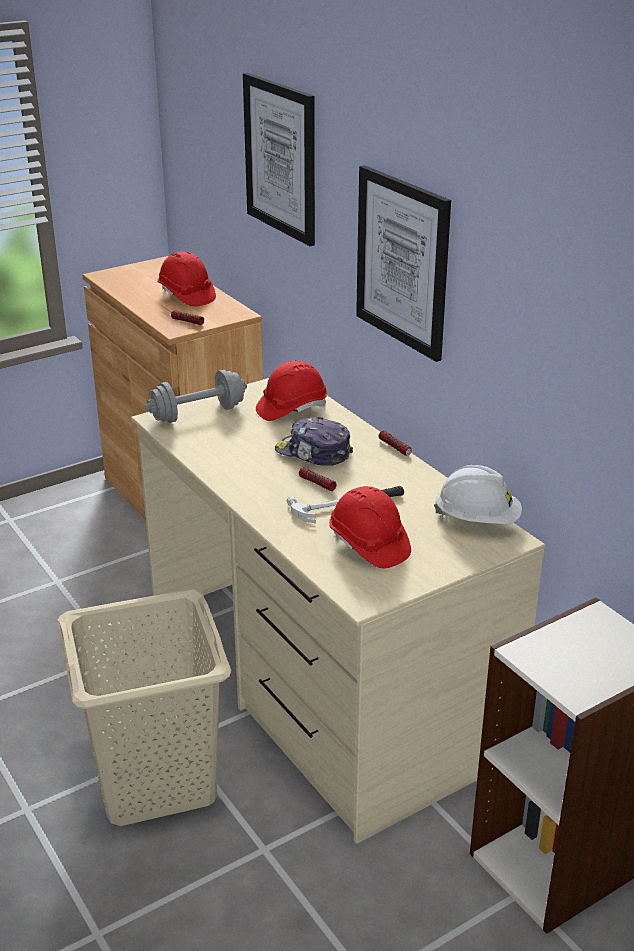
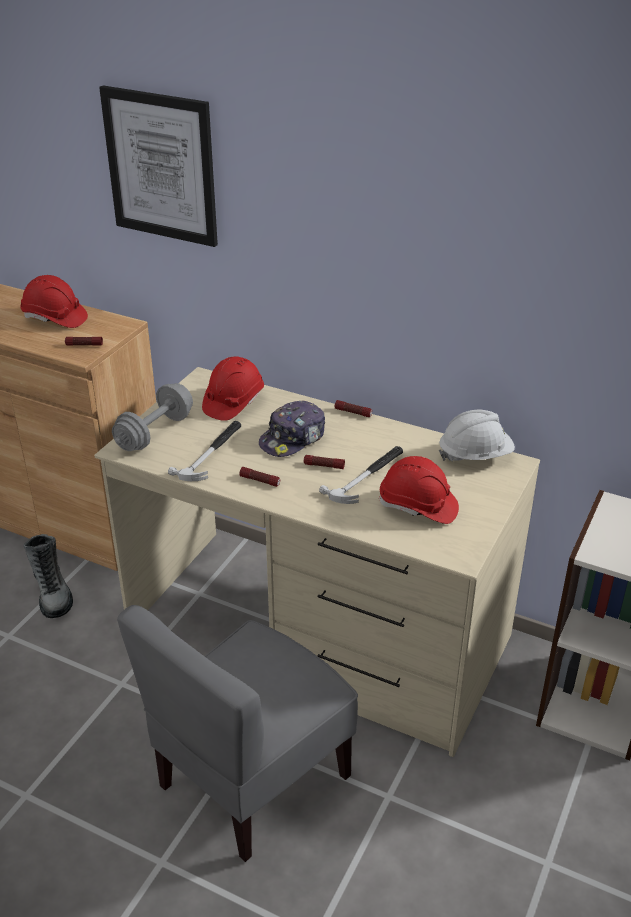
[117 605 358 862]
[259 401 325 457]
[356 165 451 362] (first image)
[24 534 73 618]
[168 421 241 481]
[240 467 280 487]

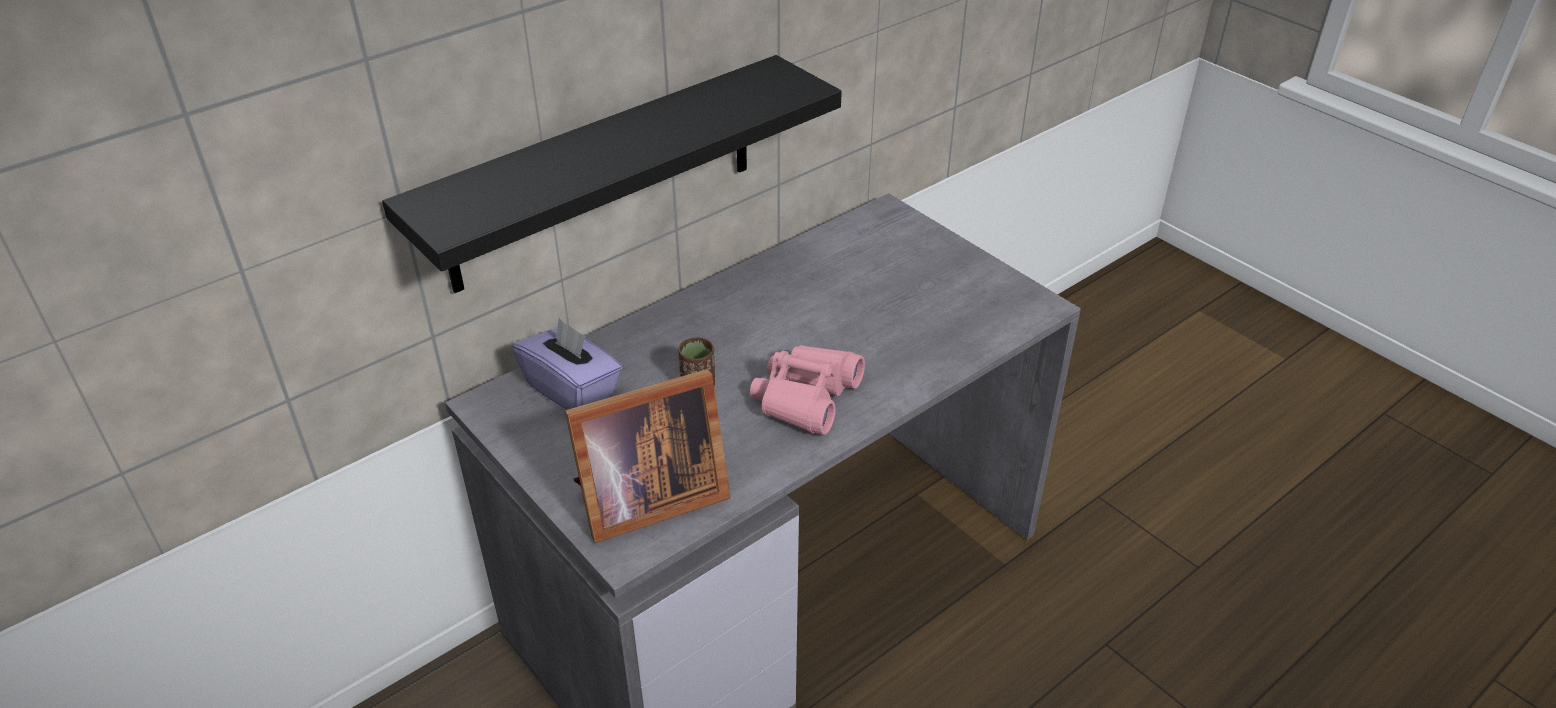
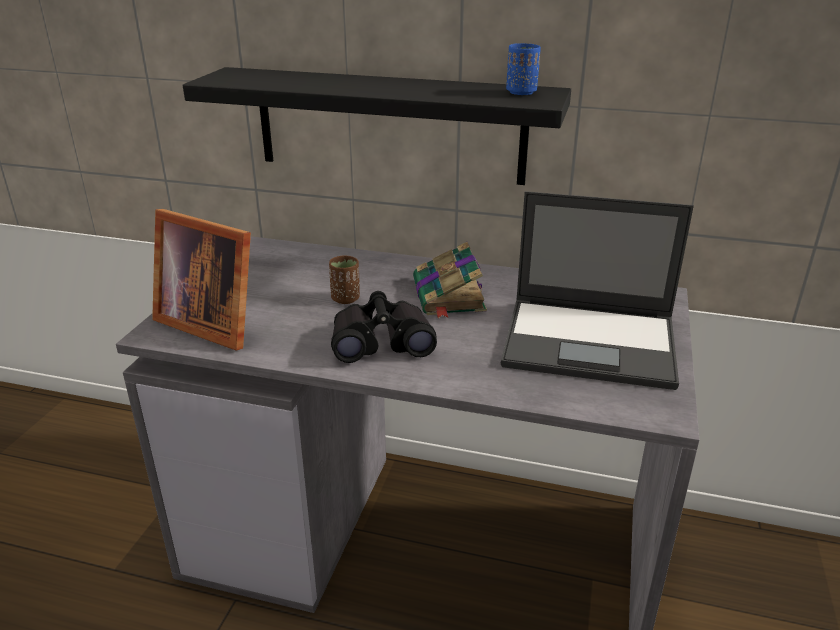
[512 318 622 410] (first image)
[331 291 437 363]
[413 242 487 318]
[501 191 694 390]
[506 43 541 95]

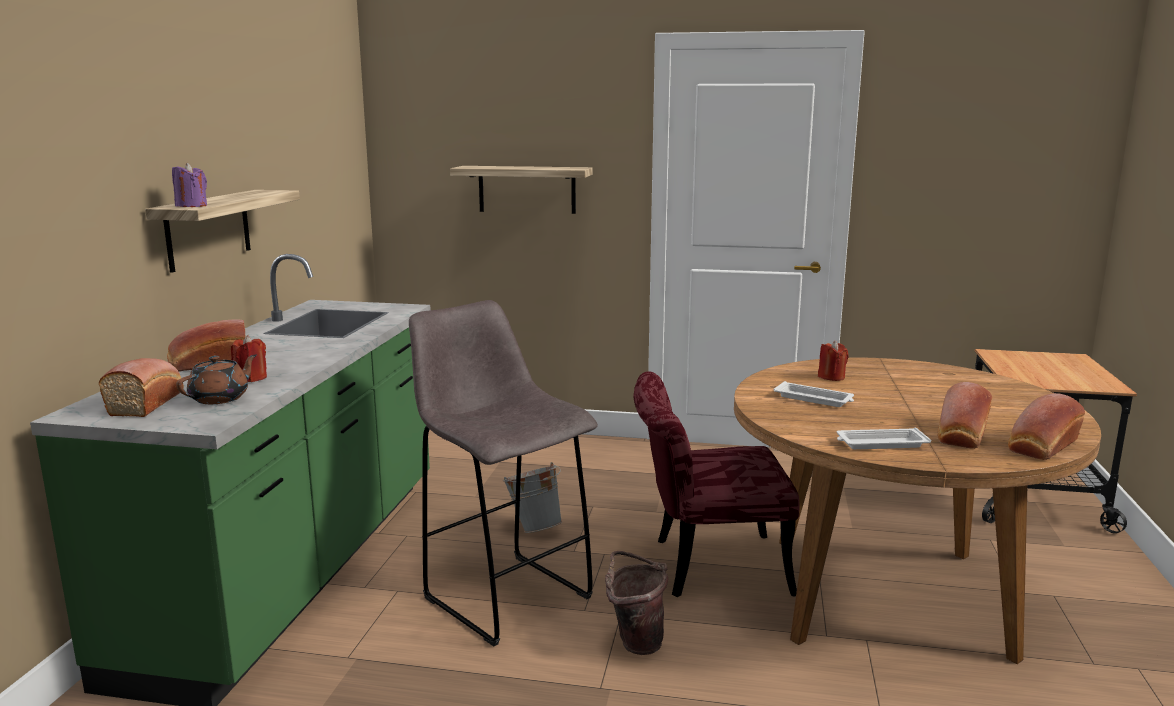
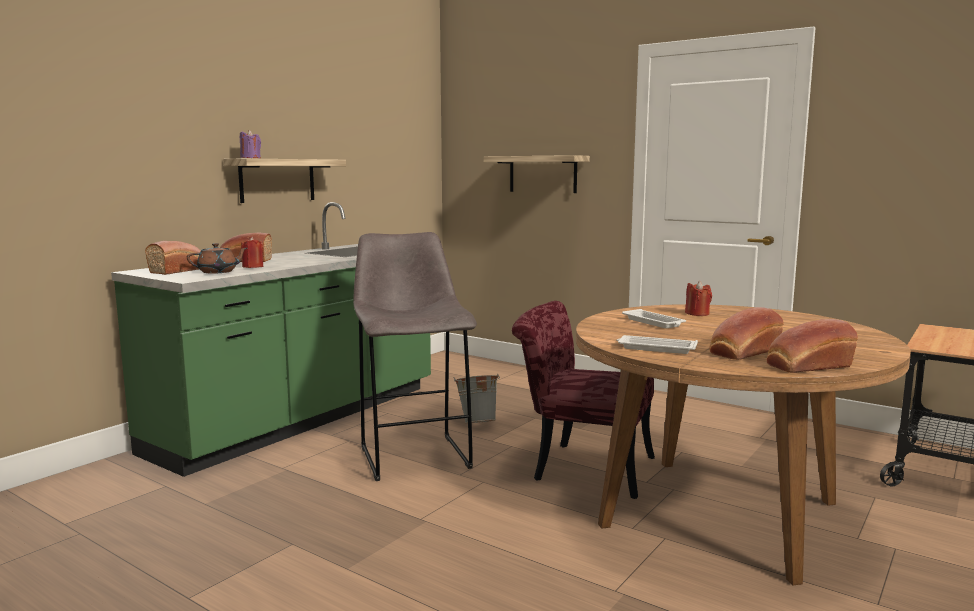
[605 551 668 655] (first image)

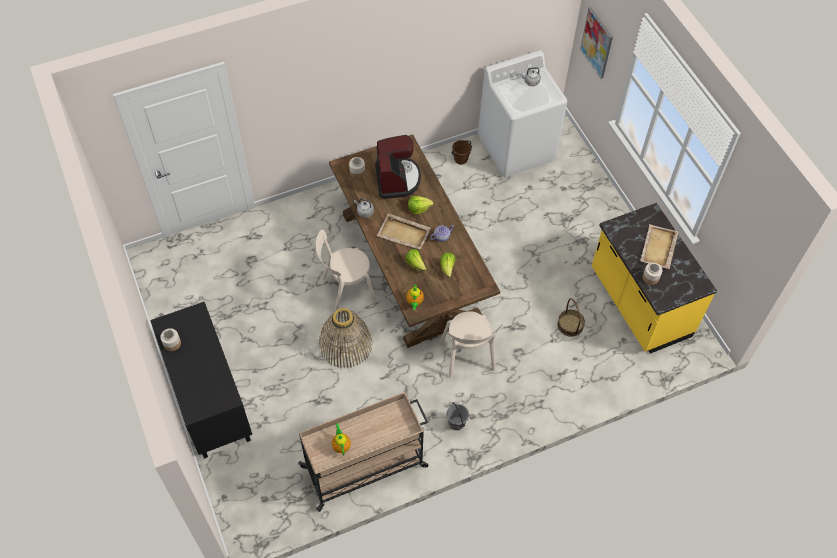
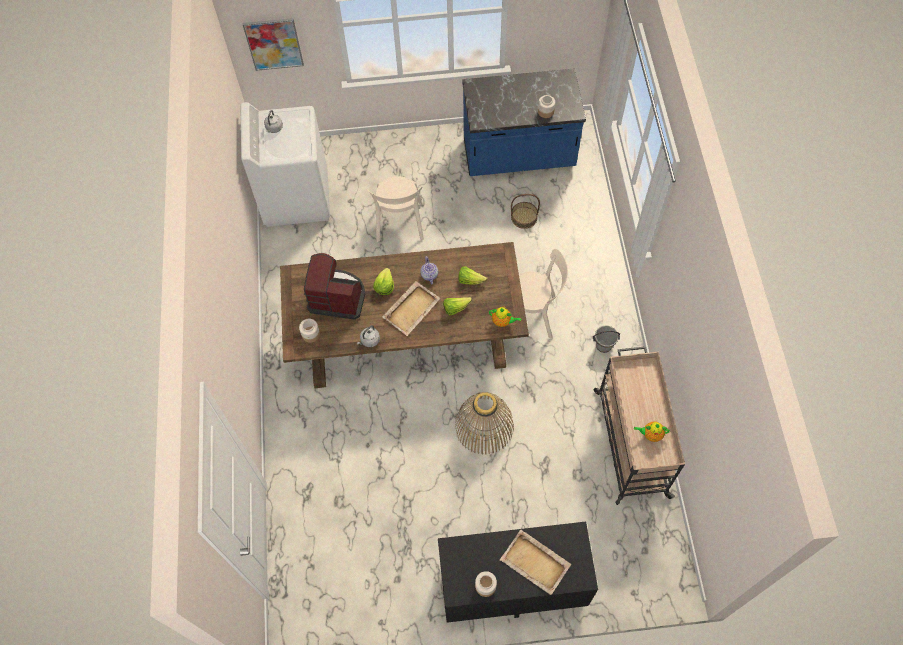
[366 176 424 242]
[451 140 472 165] (first image)
[462 69 586 176]
[500 530 571 595]

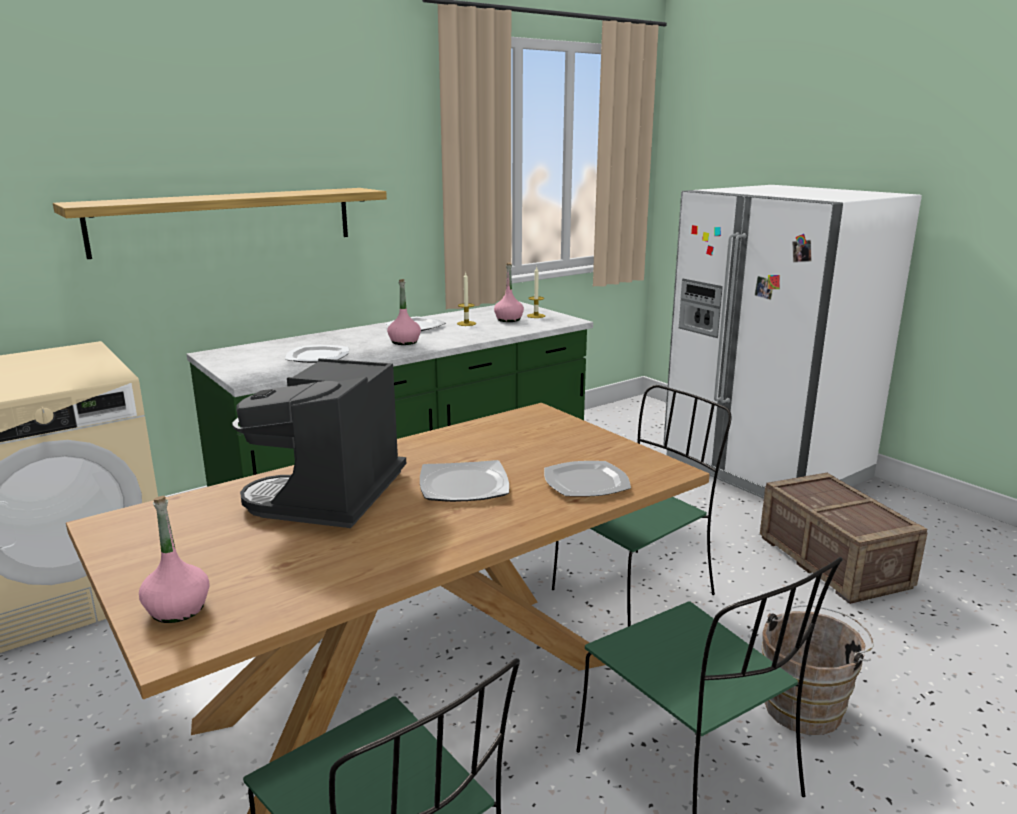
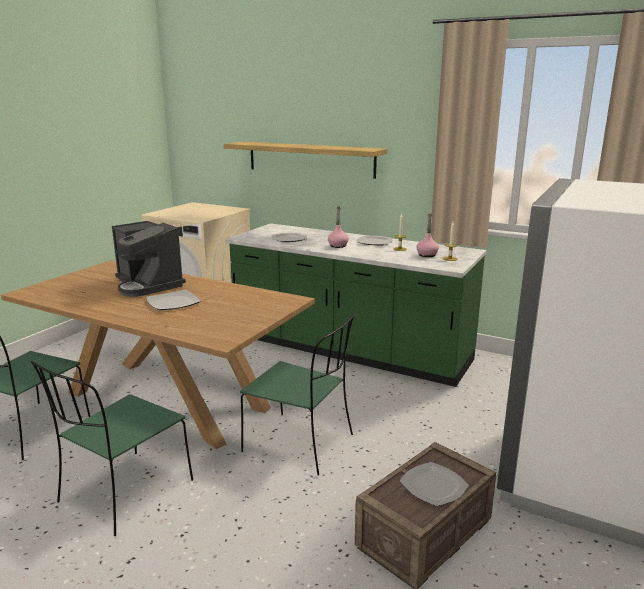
[139 496 210 623] (first image)
[112 221 186 297]
[400 462 469 506]
[762 605 873 735] (first image)

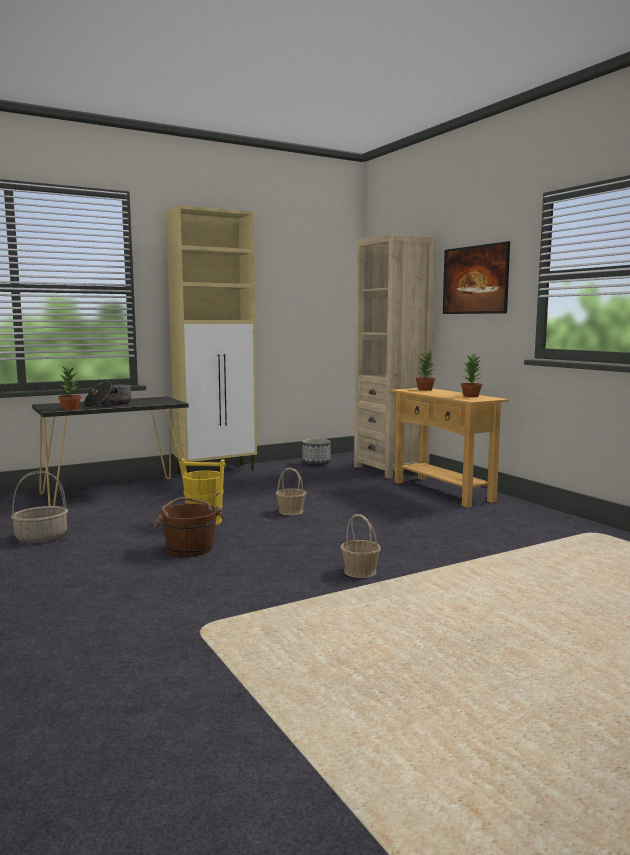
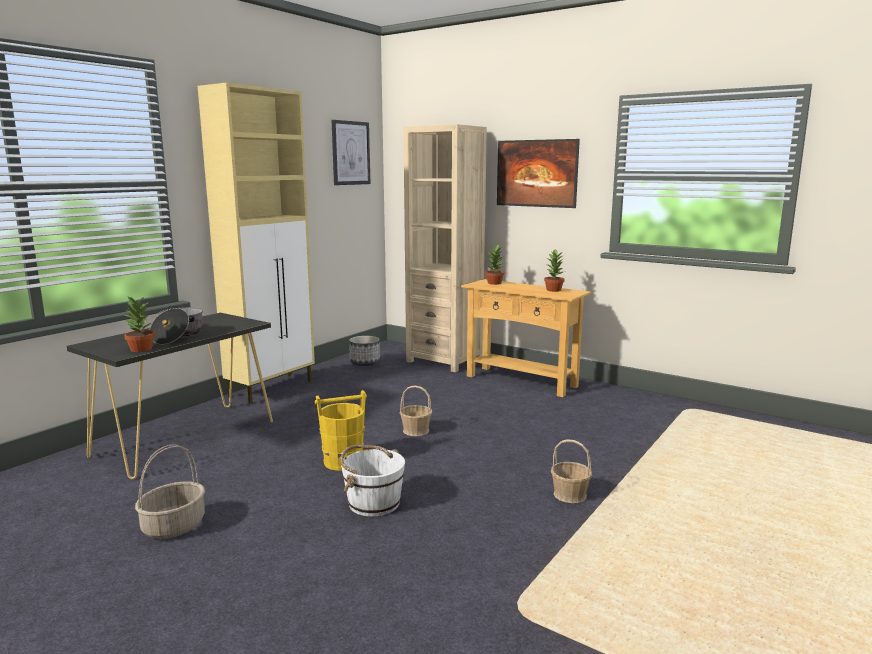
[340 445 405 517]
[332 120 370 185]

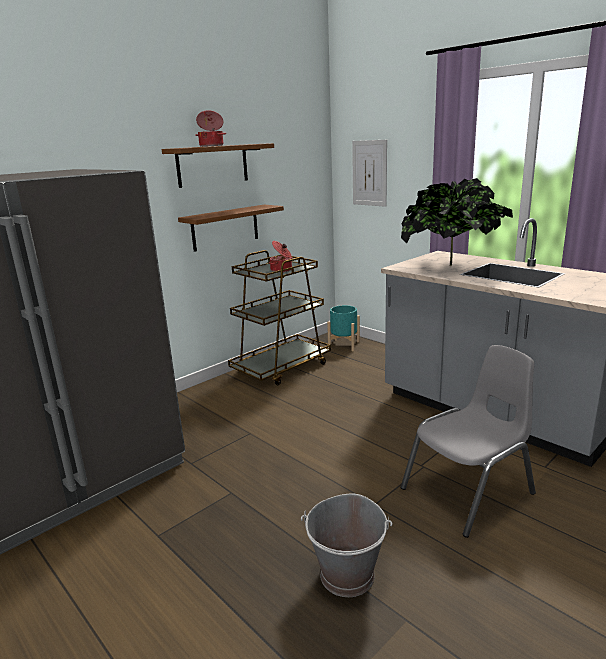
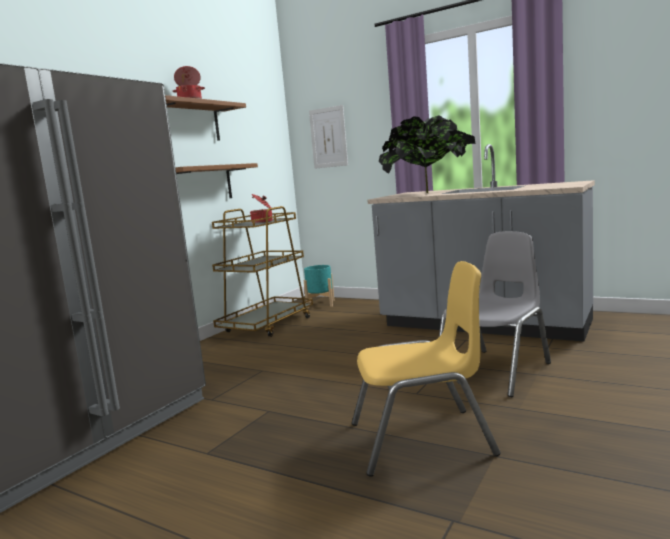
[352 261 501 477]

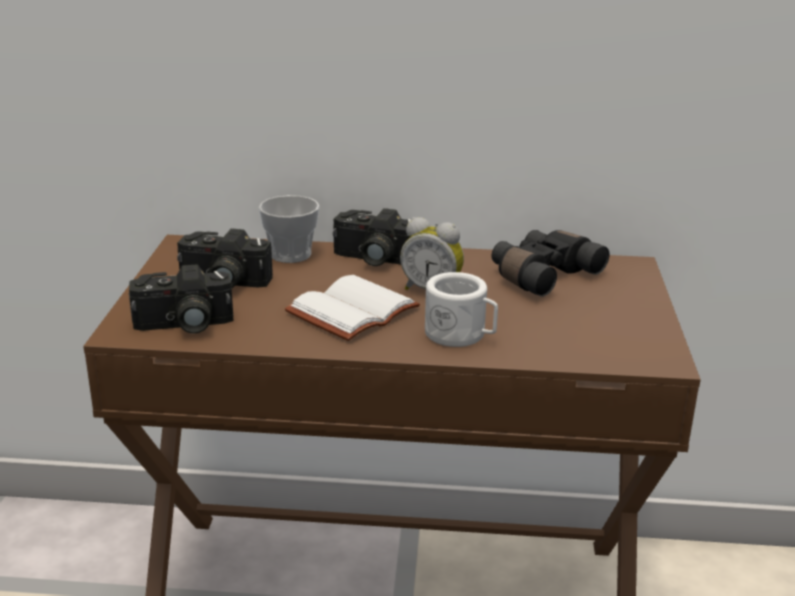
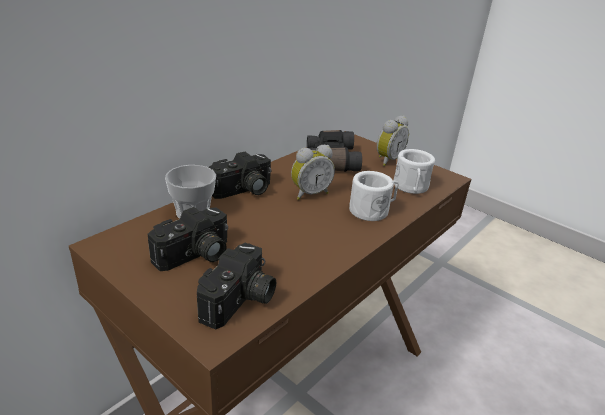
[285 275 420 341] (first image)
[377 115 409 166]
[394 149 435 194]

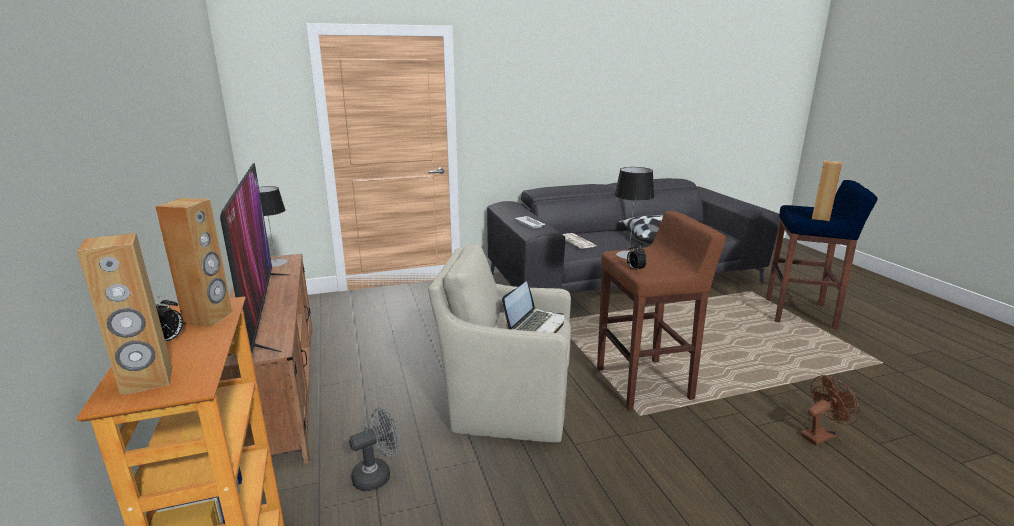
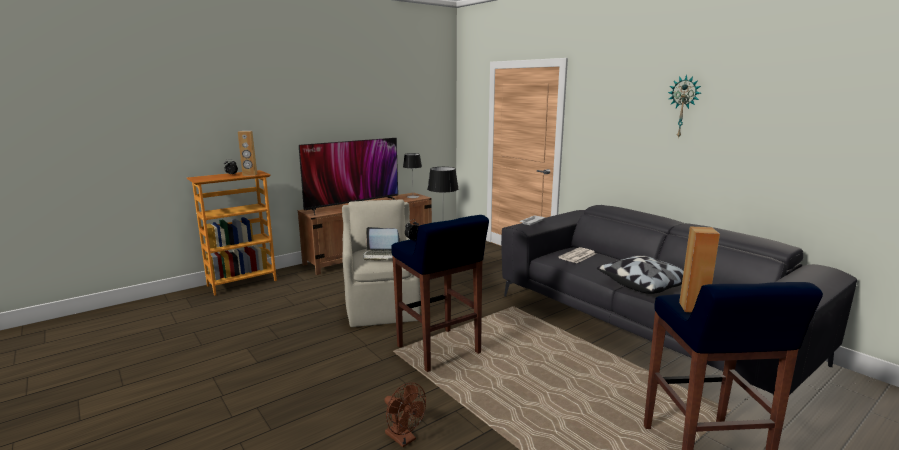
[77 233 172 396] (first image)
[349 407 400 491] (first image)
[391 215 489 372]
[668 75 701 139]

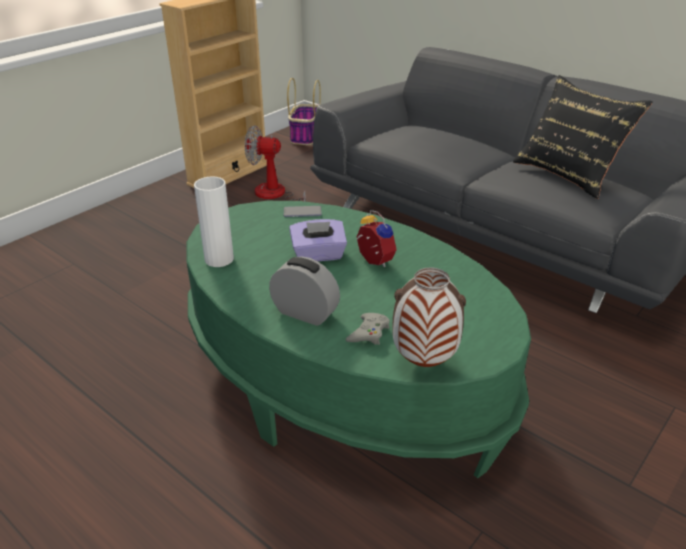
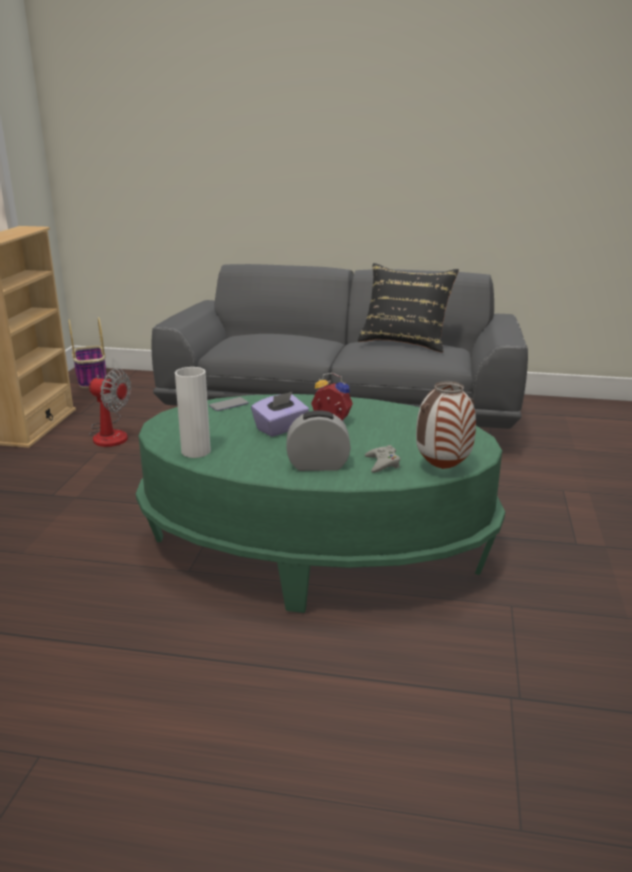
[89 369 131 447]

